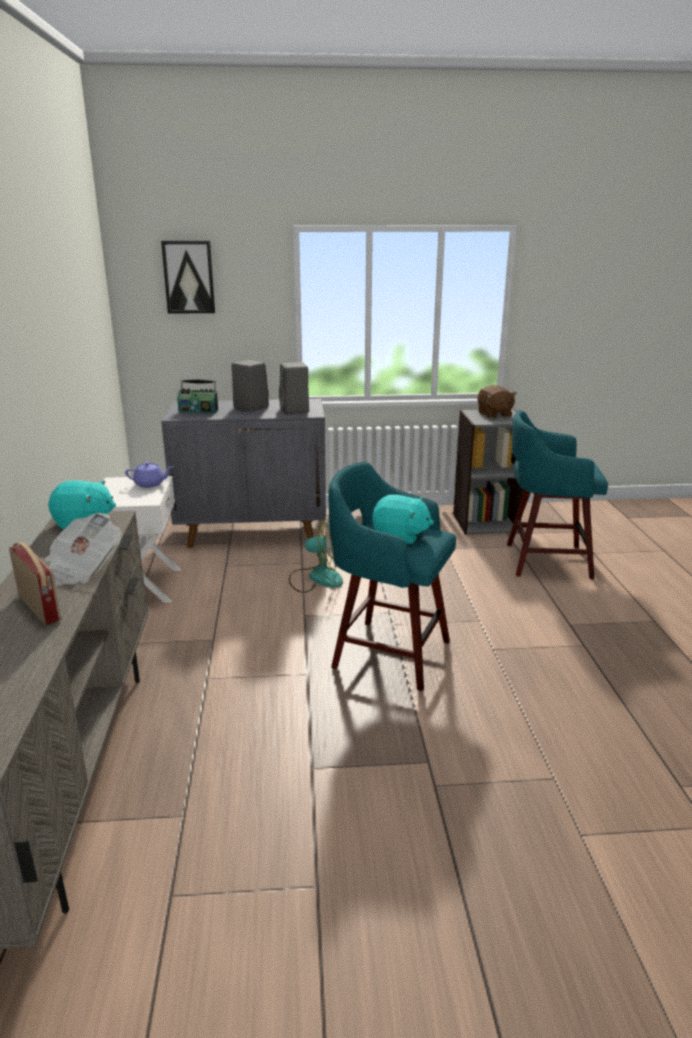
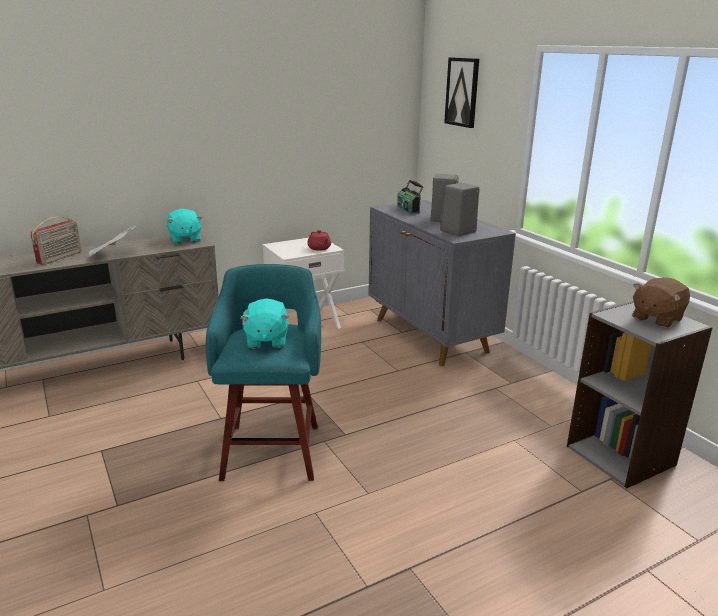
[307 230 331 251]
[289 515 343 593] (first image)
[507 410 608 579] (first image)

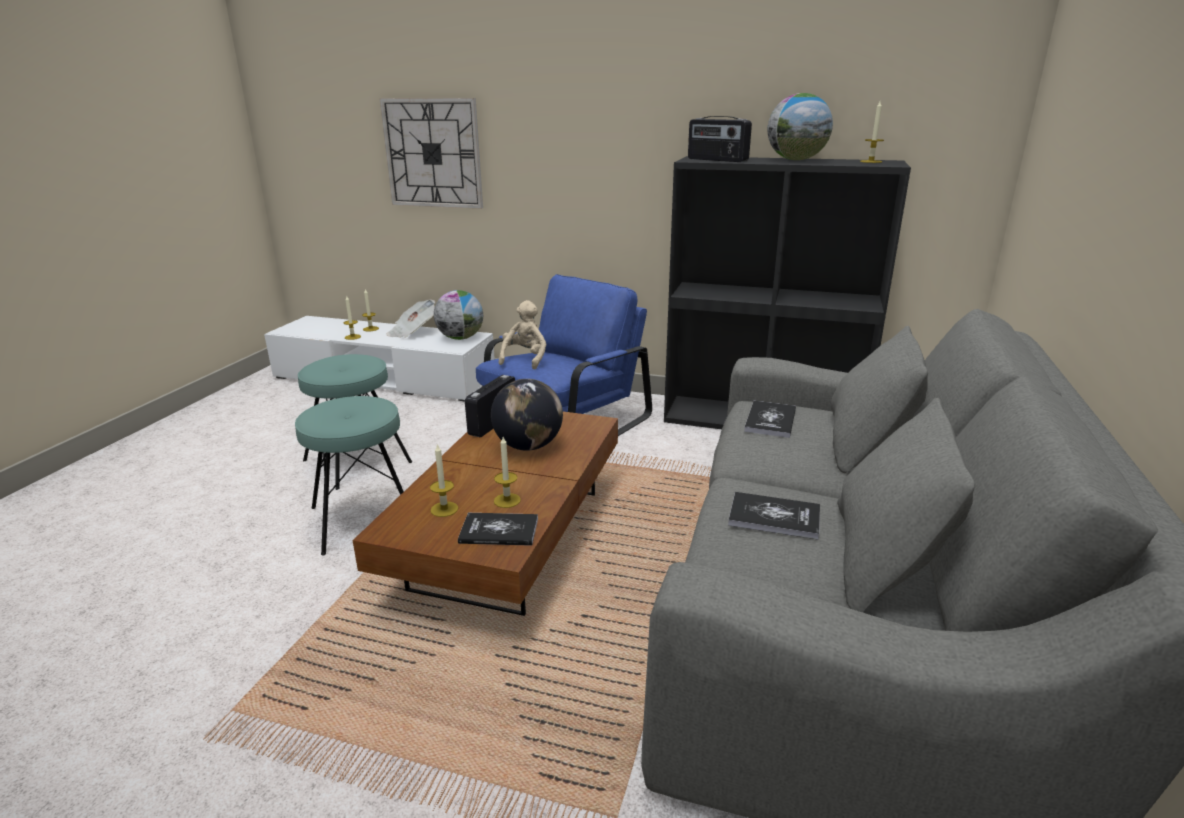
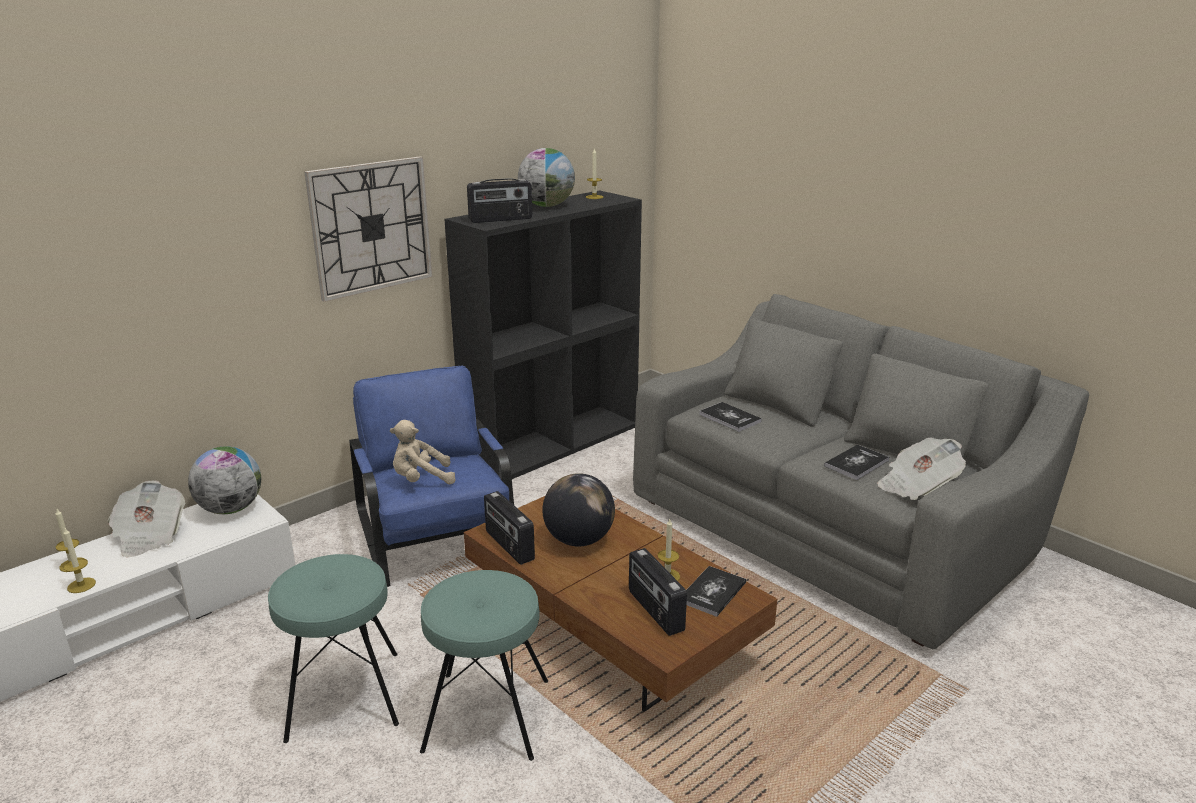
[304 156 432 302]
[629 548 687 636]
[390 420 456 484]
[877 437 966 500]

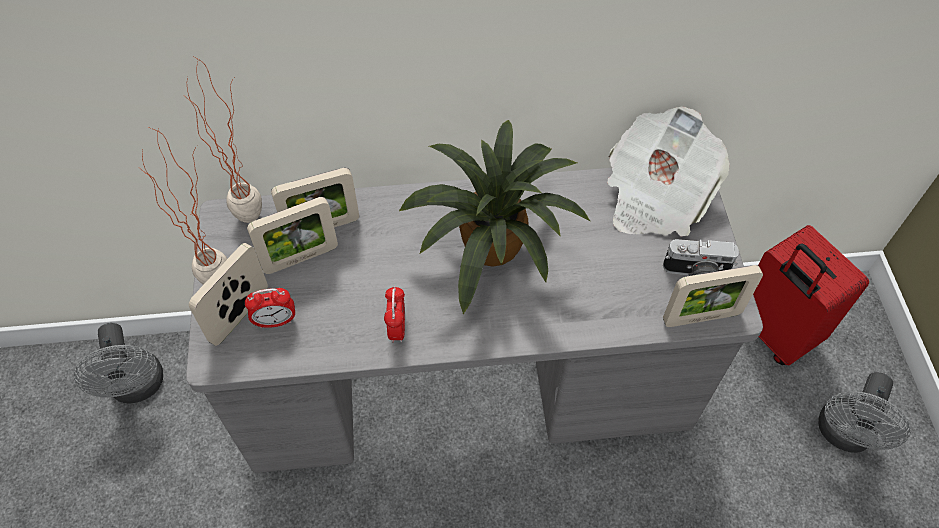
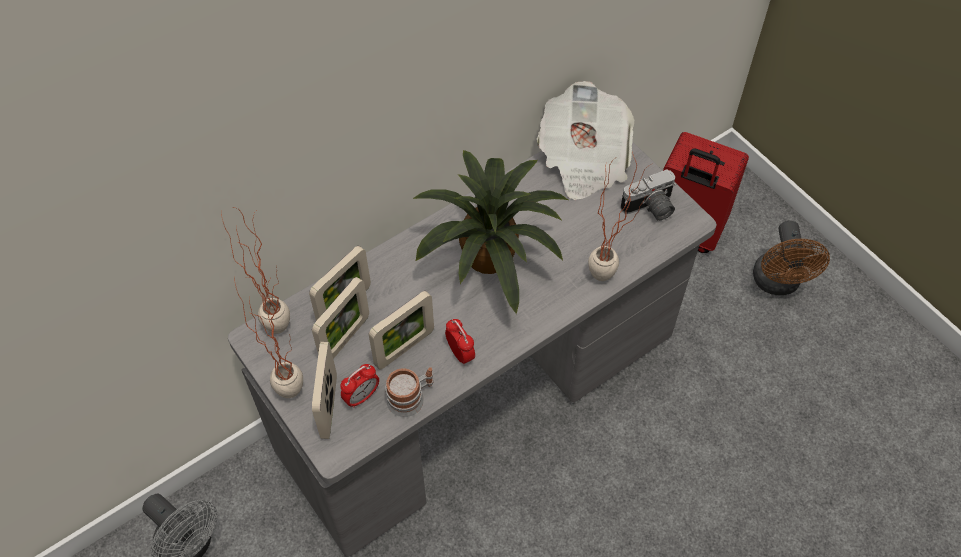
[369 291 434 369]
[753 221 830 295]
[386 367 433 417]
[588 152 650 281]

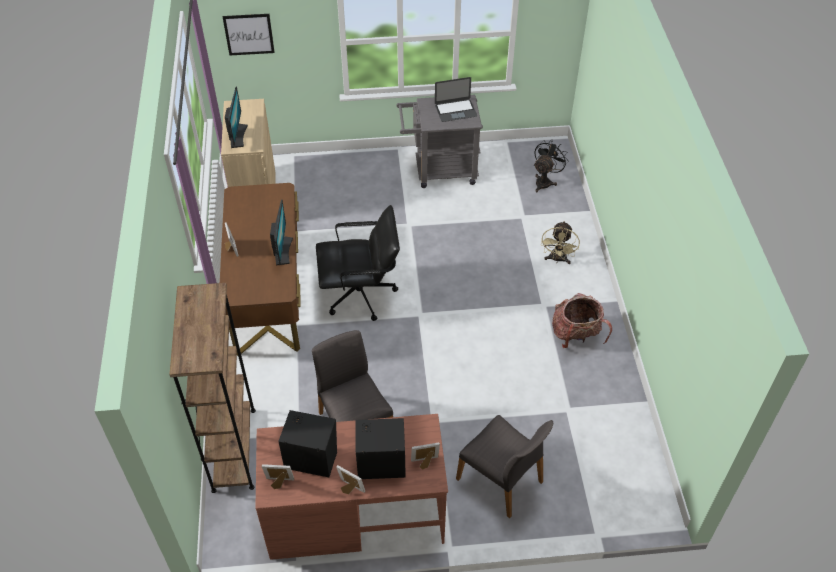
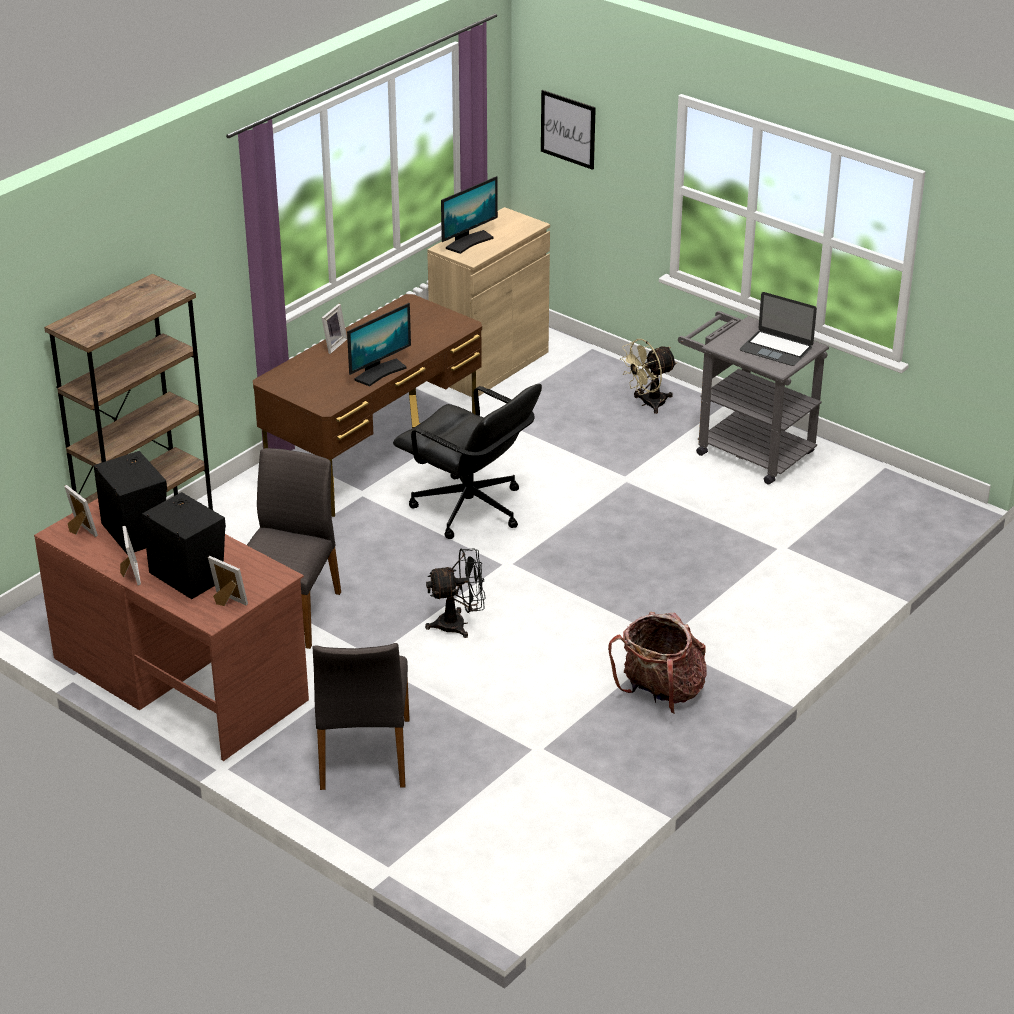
[425 548 486 638]
[620 339 677 414]

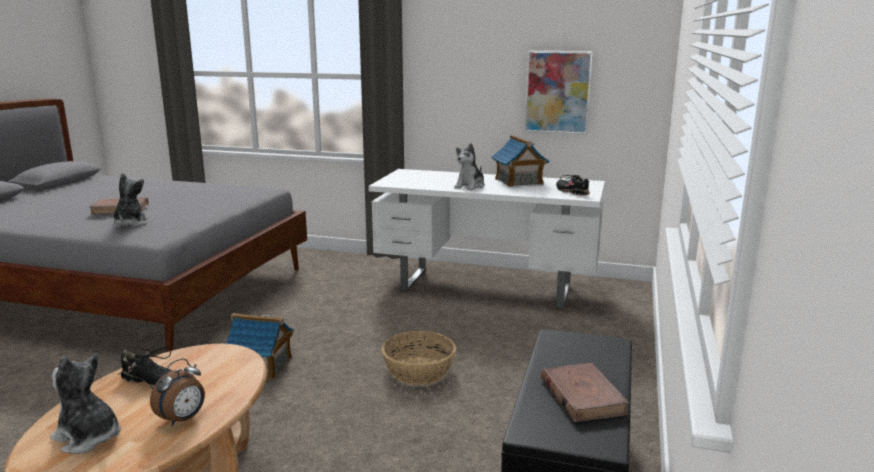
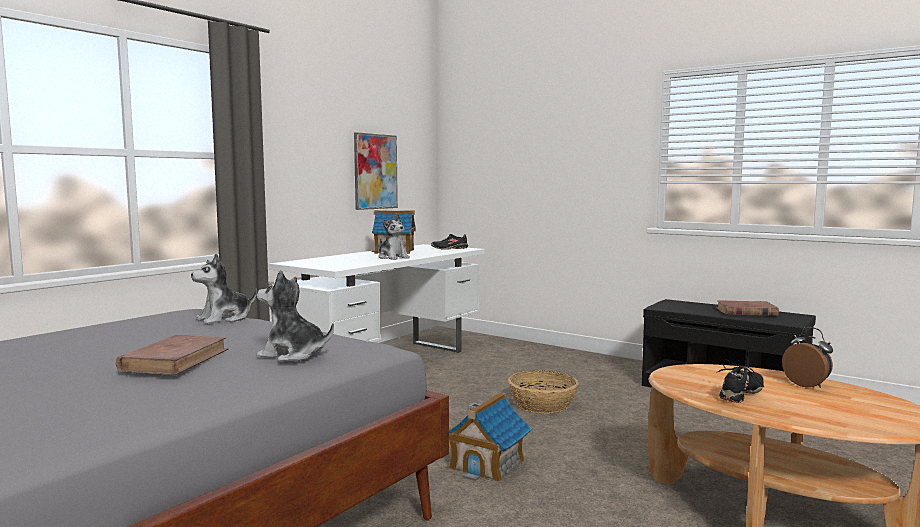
[191 253 257 324]

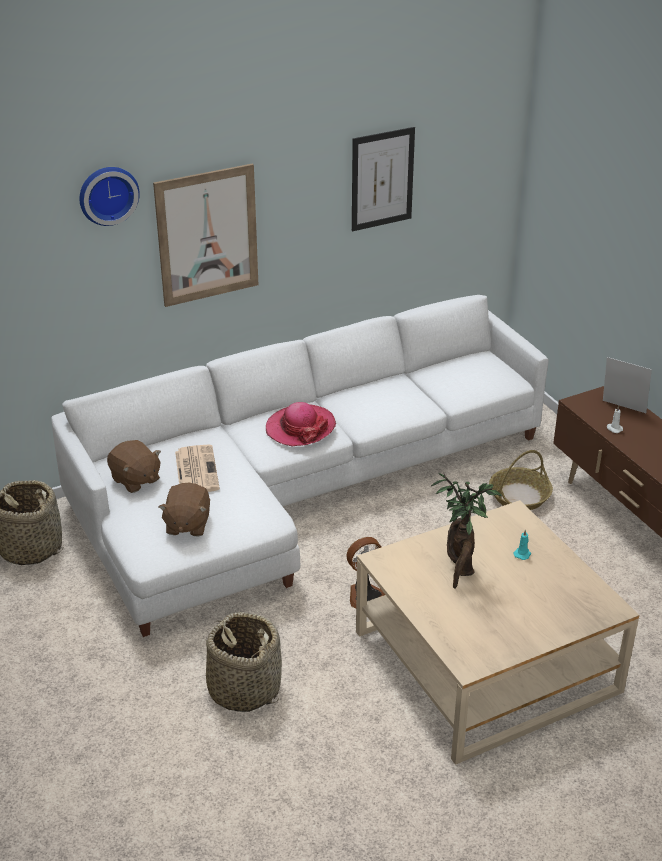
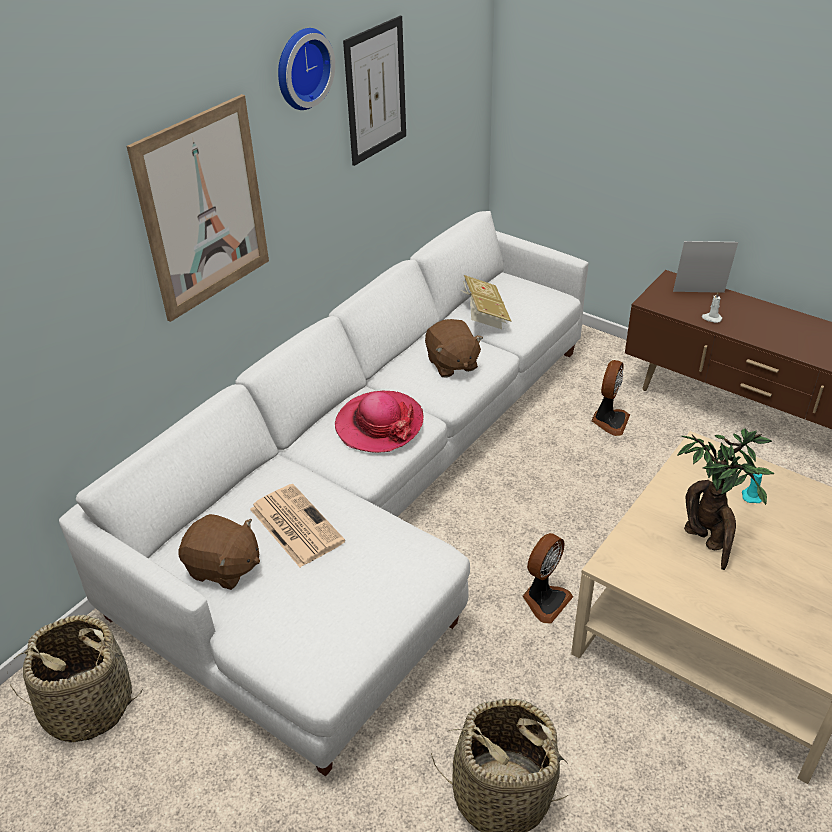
[278 28 335 110]
[425 319 483 378]
[591 360 630 436]
[461 275 511 329]

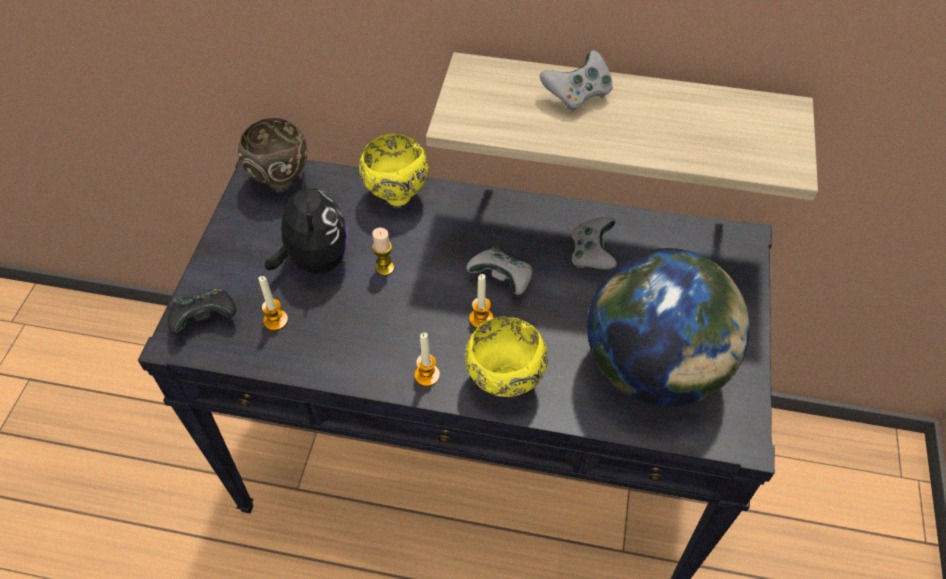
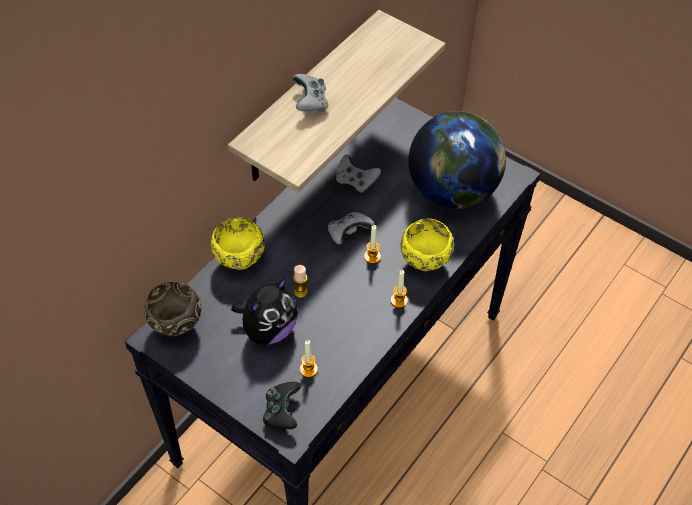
[231 277 298 345]

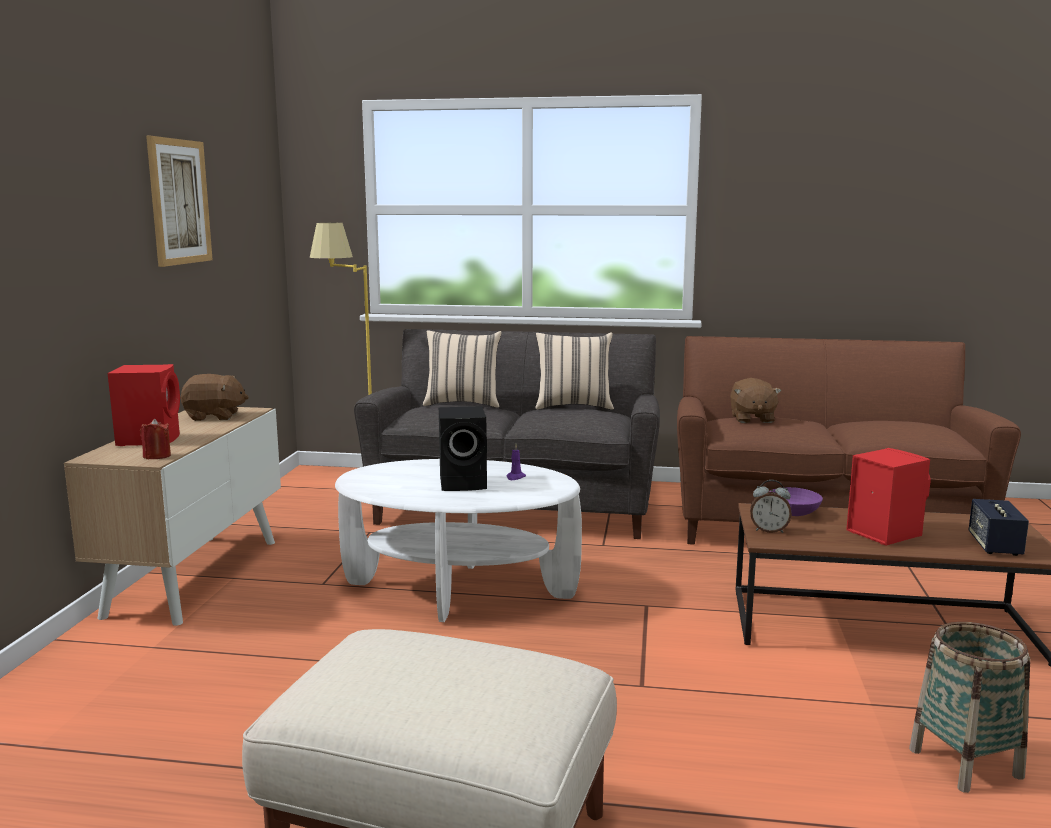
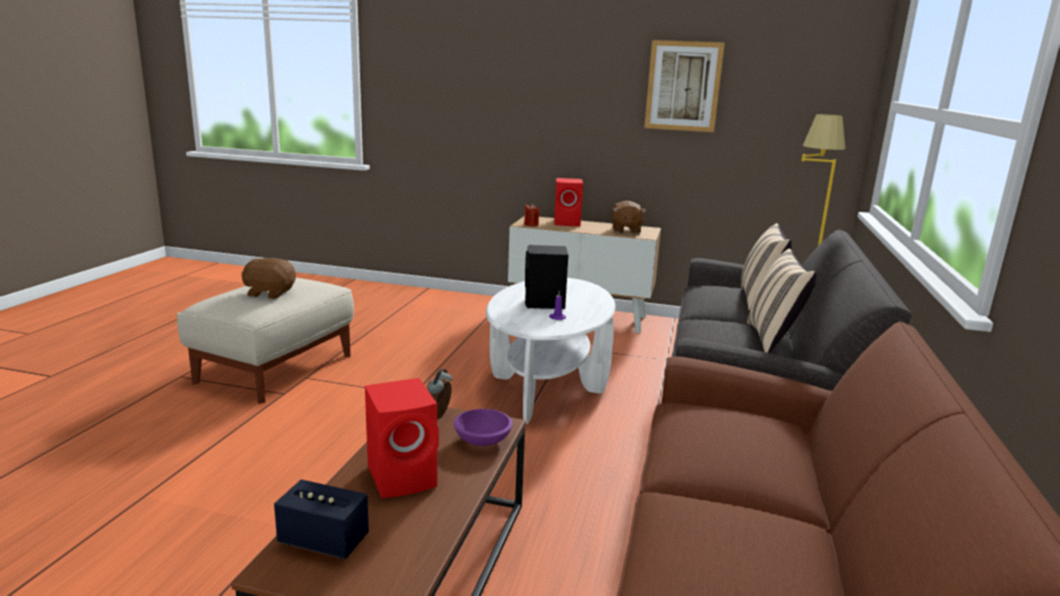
[241 258 296 299]
[909 622 1030 793] (first image)

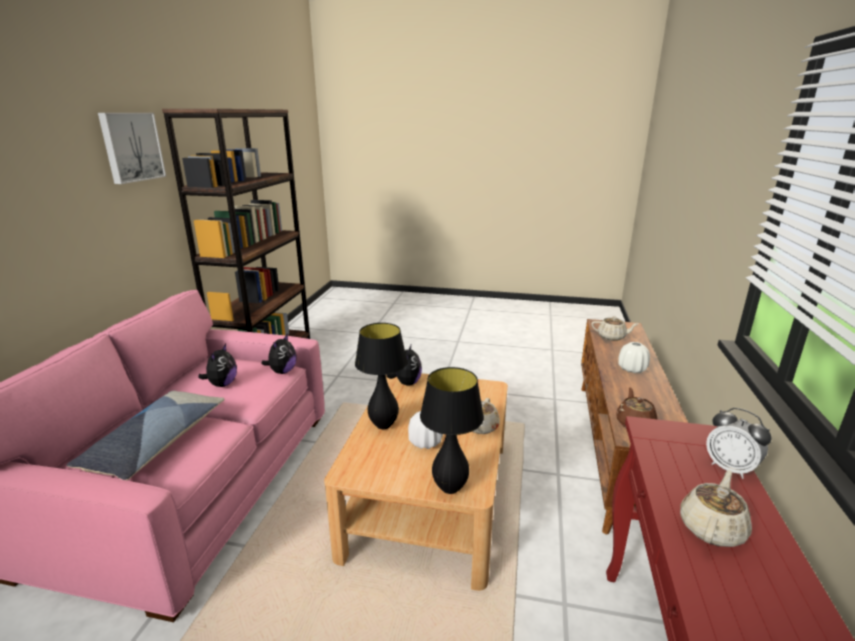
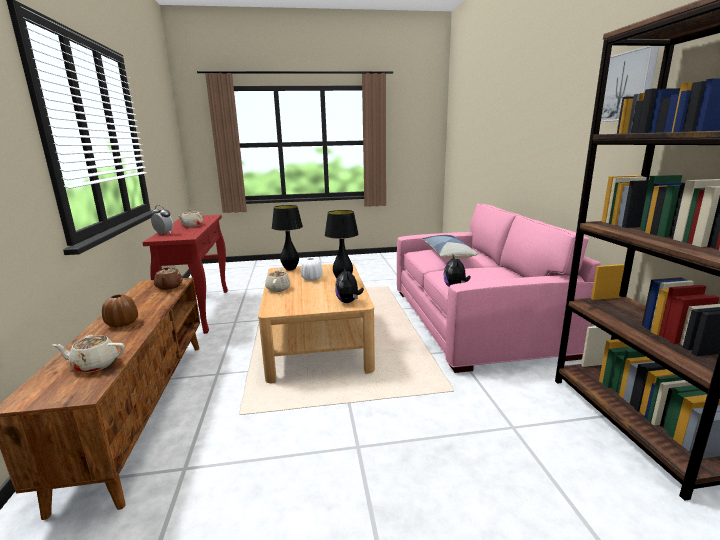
[198 344 237 387] (first image)
[102 294 138 328]

